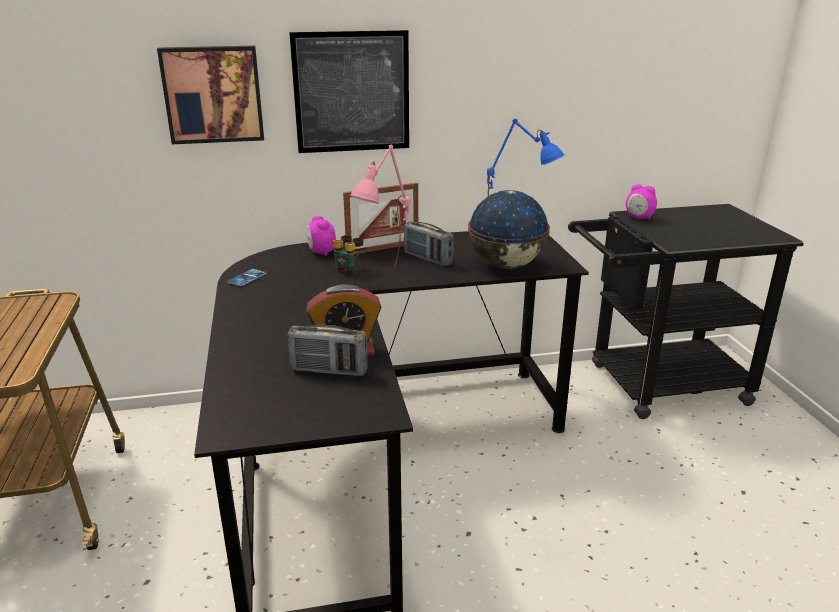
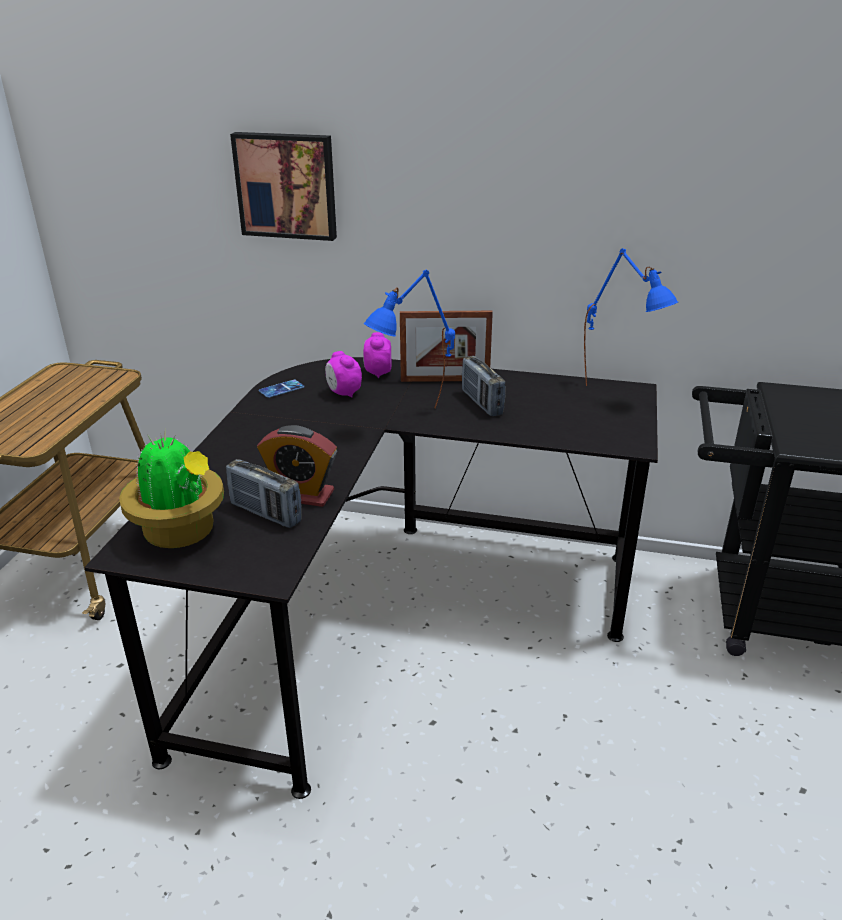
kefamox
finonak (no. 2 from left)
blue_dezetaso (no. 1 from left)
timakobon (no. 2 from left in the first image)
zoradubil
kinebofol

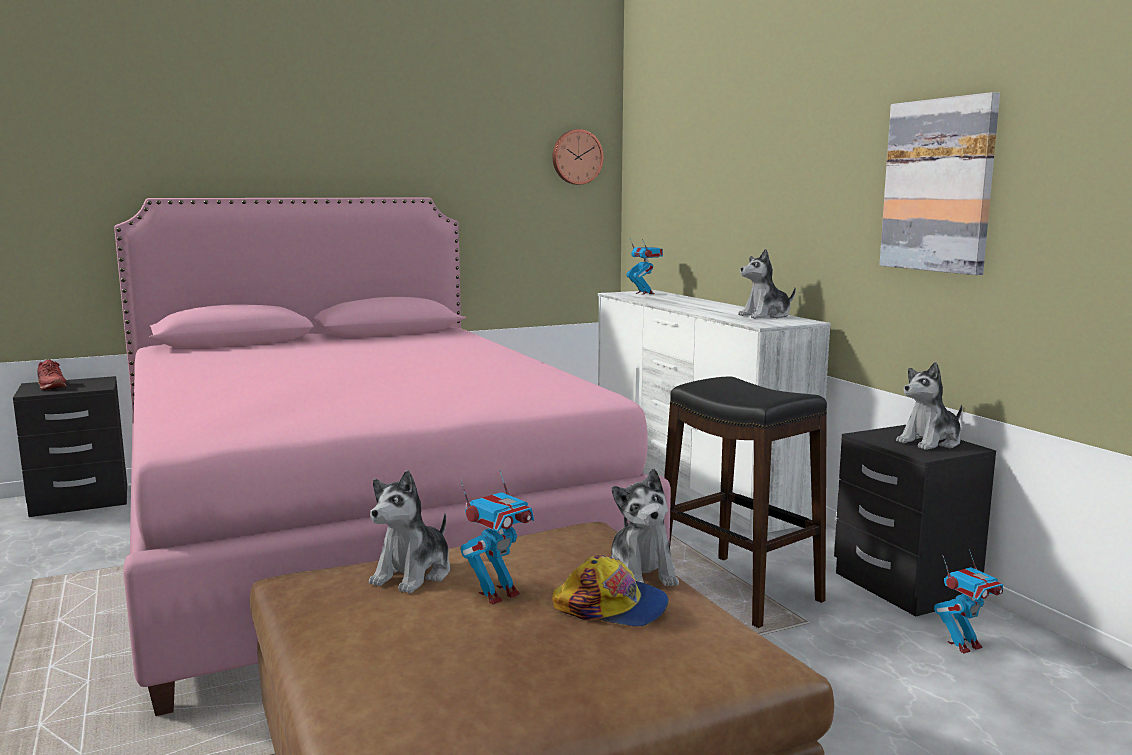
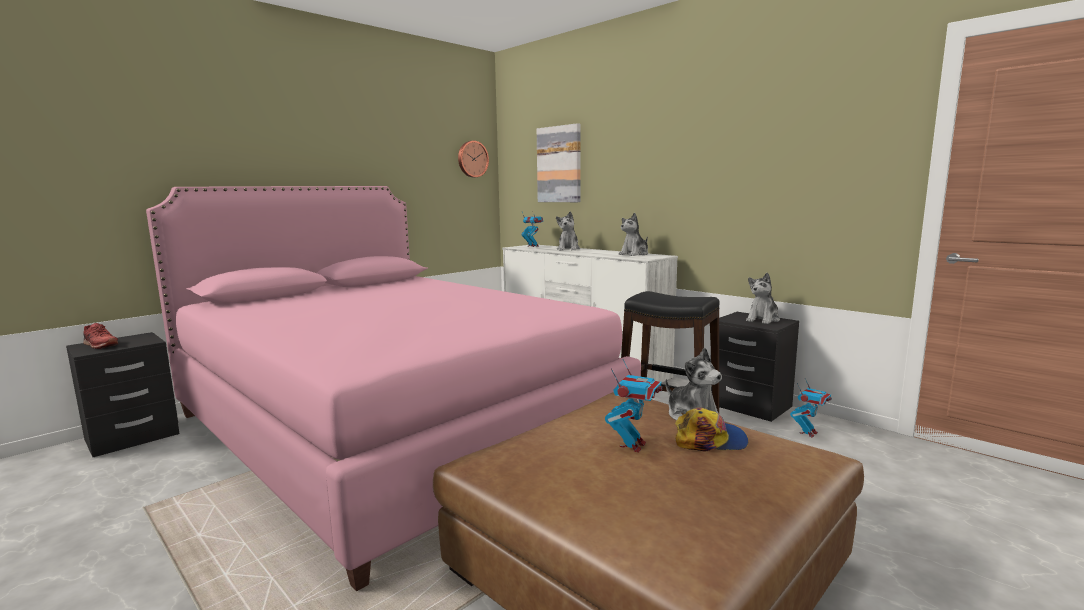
timakobon
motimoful (no. 1 from left)

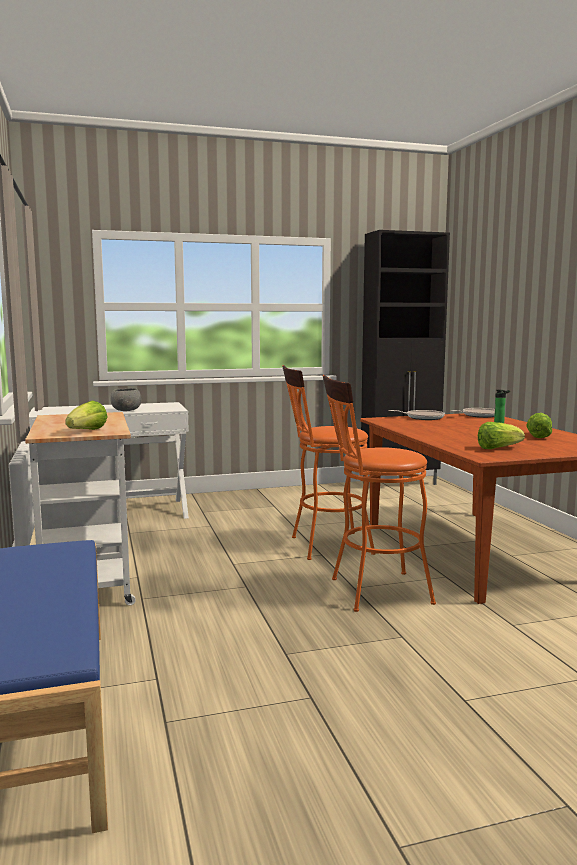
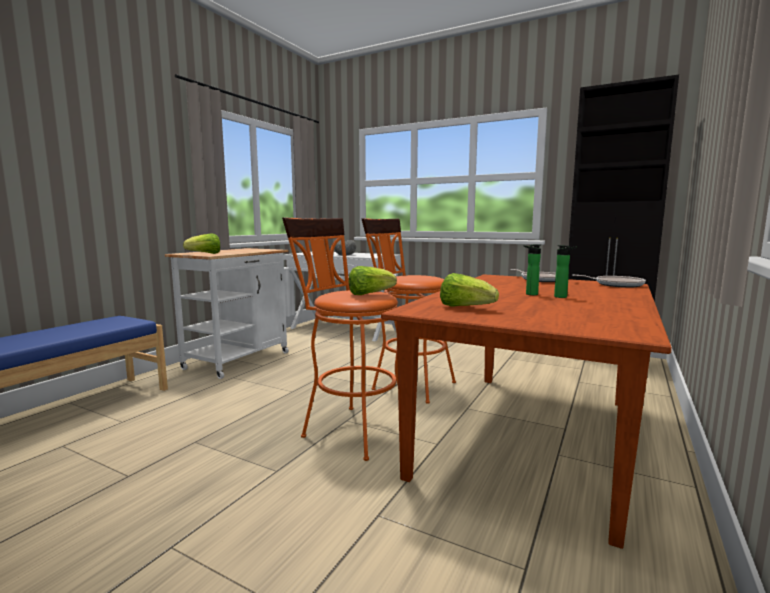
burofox (no. 2 from left)
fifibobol (no. 1 from left)

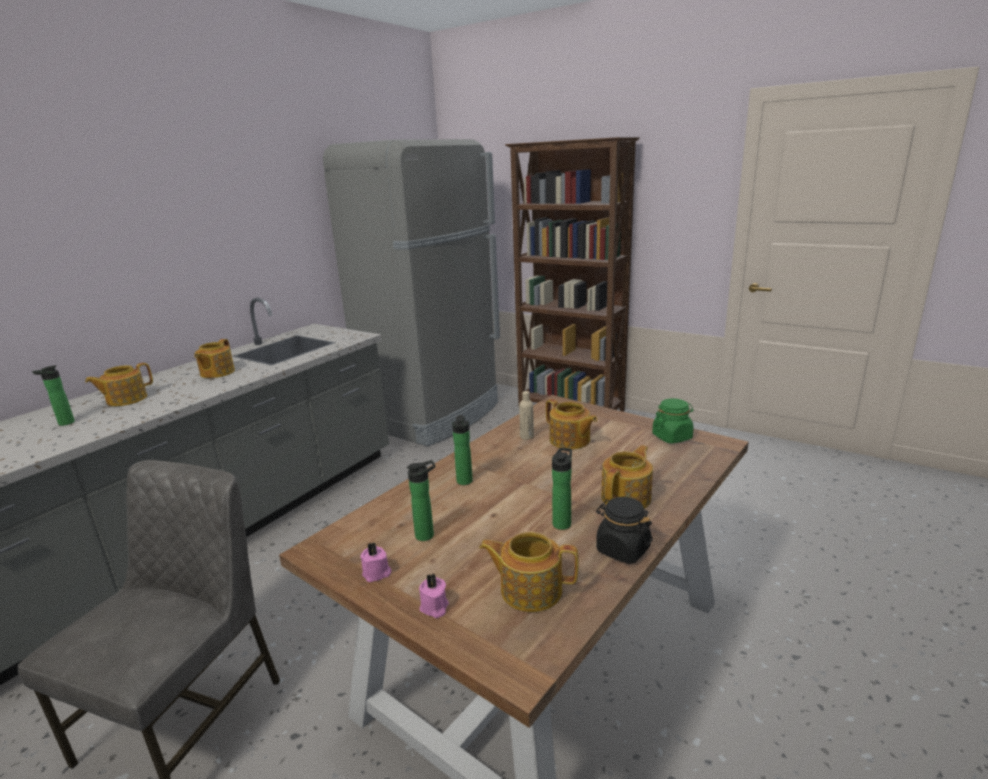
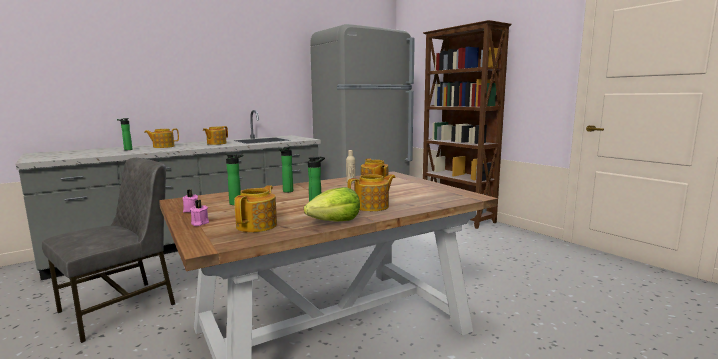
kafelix (no. 3 from left)
burofox
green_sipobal

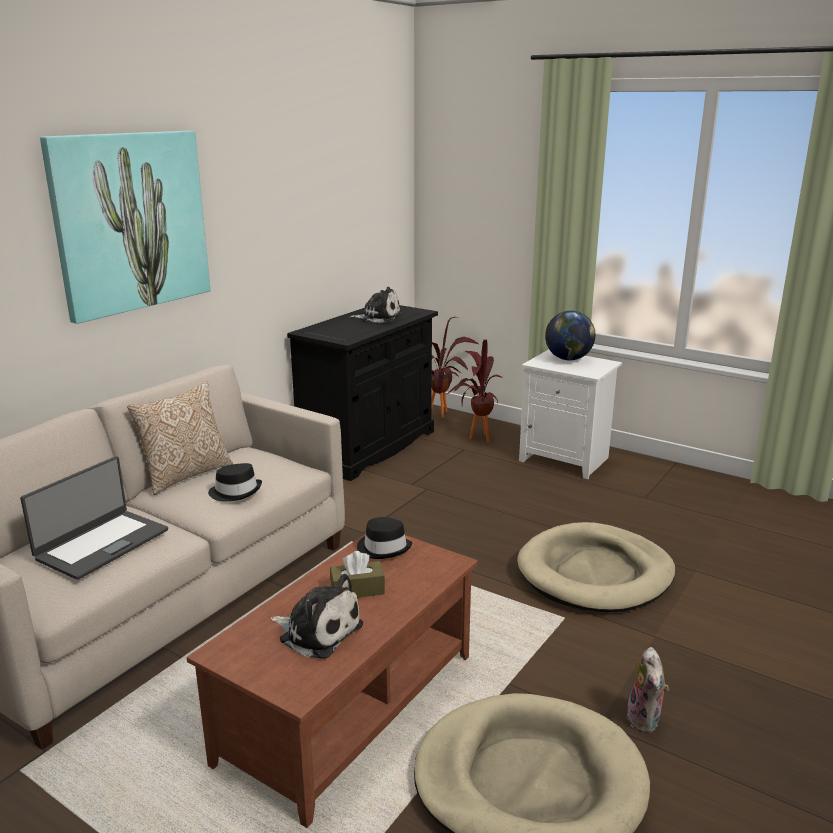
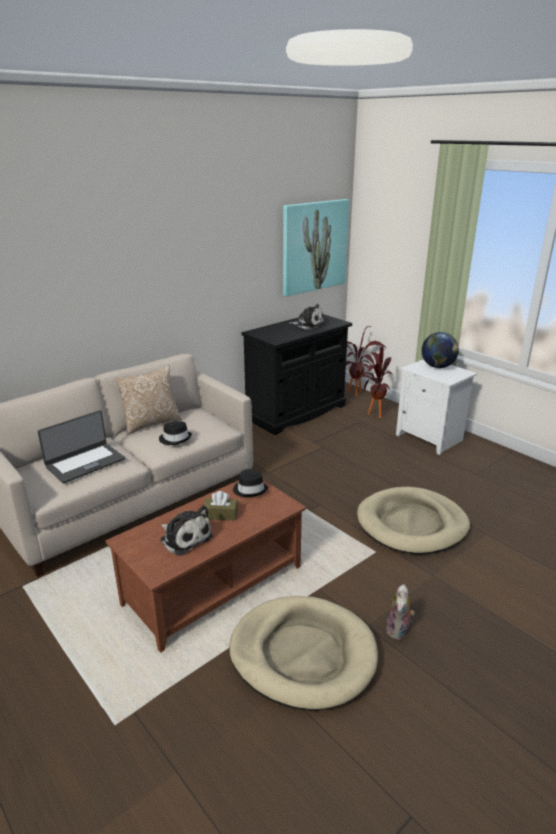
timakobon

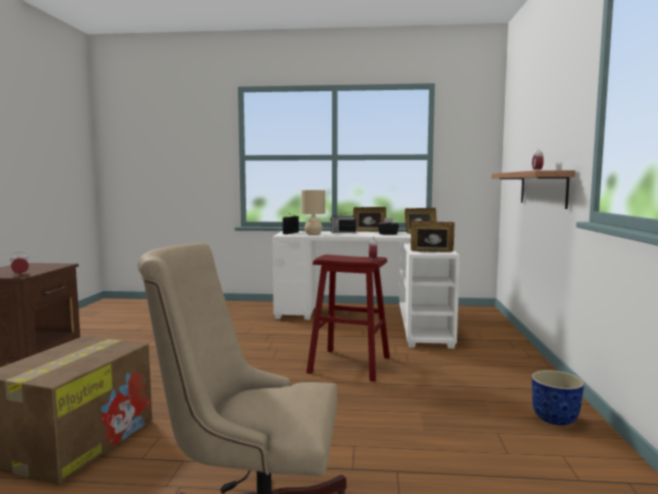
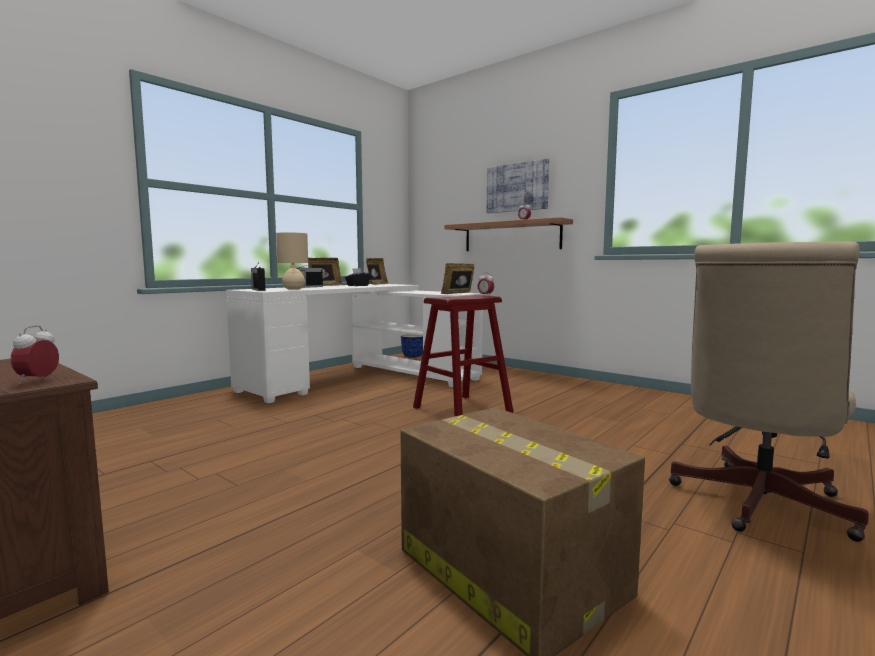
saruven
timakobon

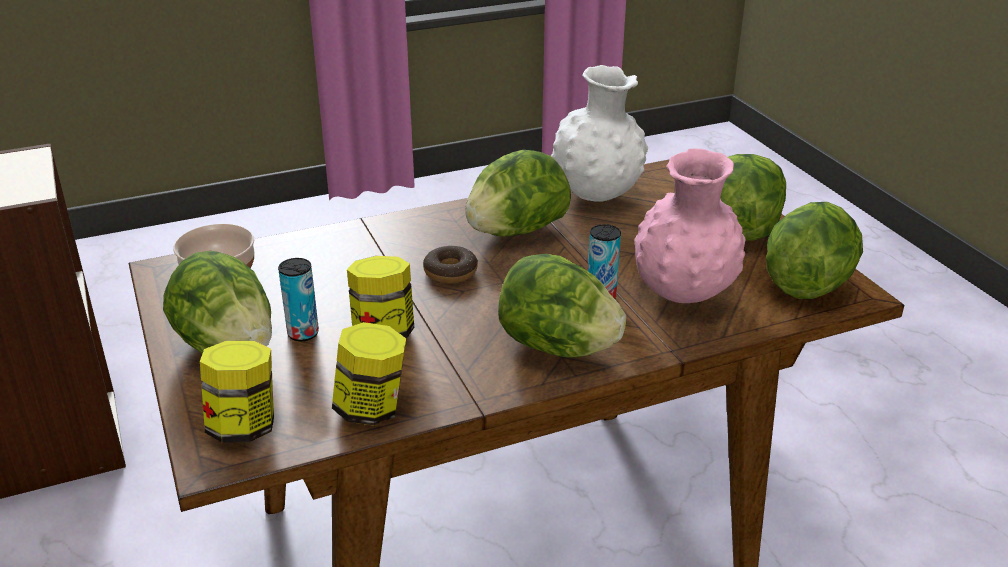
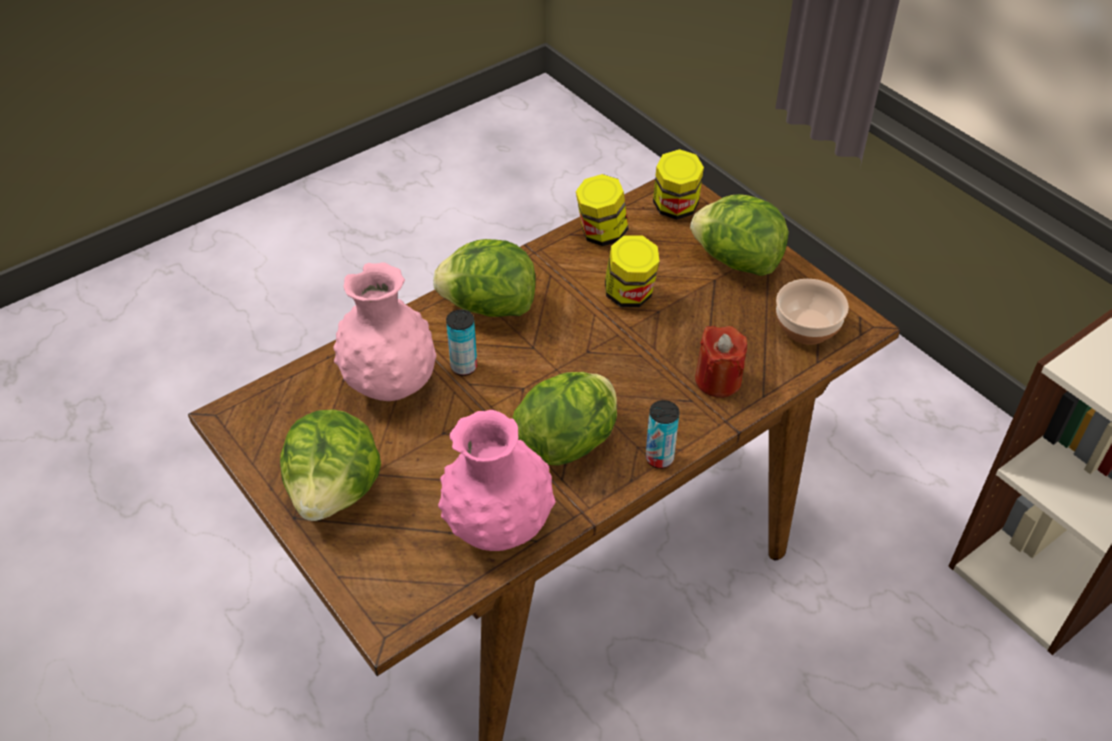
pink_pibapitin (no. 2 from left)
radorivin (no. 2 from left)
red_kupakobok
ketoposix
burofox (no. 5 from left in the first image)

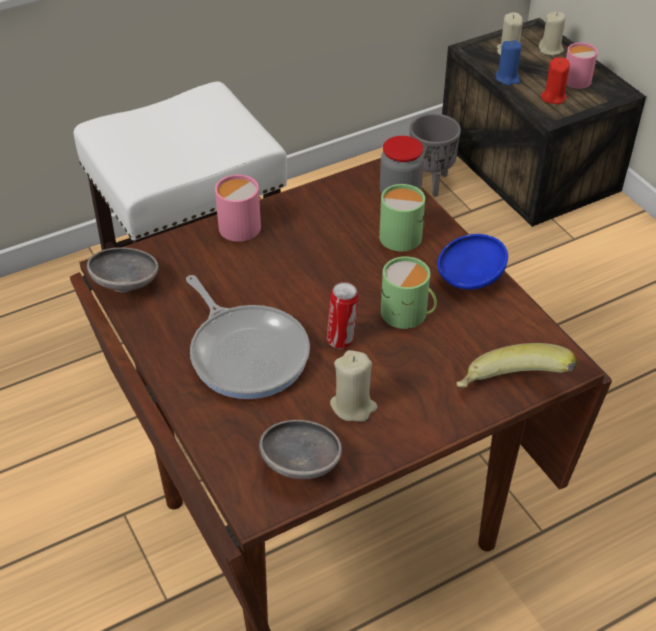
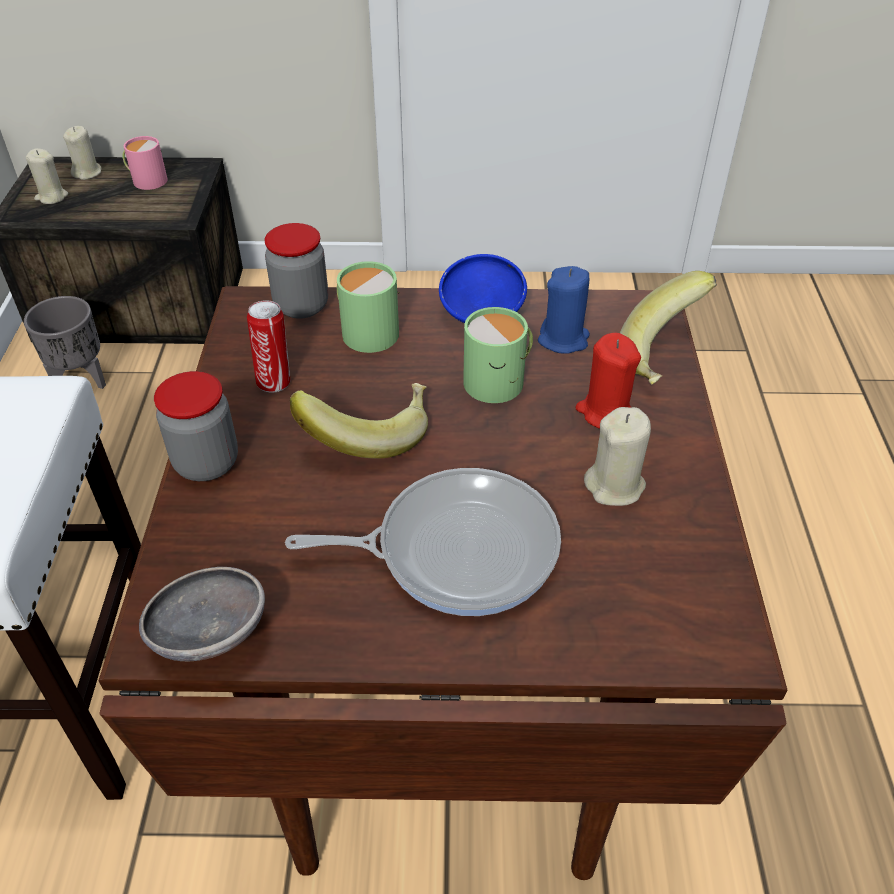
sipobal (no. 1 from left)
radorivin
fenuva (no. 1 from left)
blue_kupakobok
red_kupakobok
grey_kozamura (no. 2 from left in the first image)

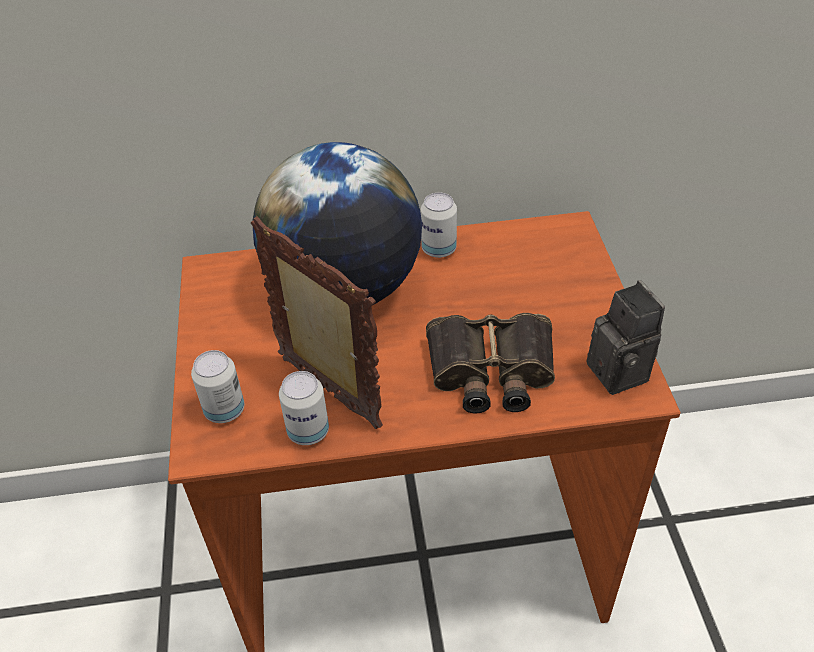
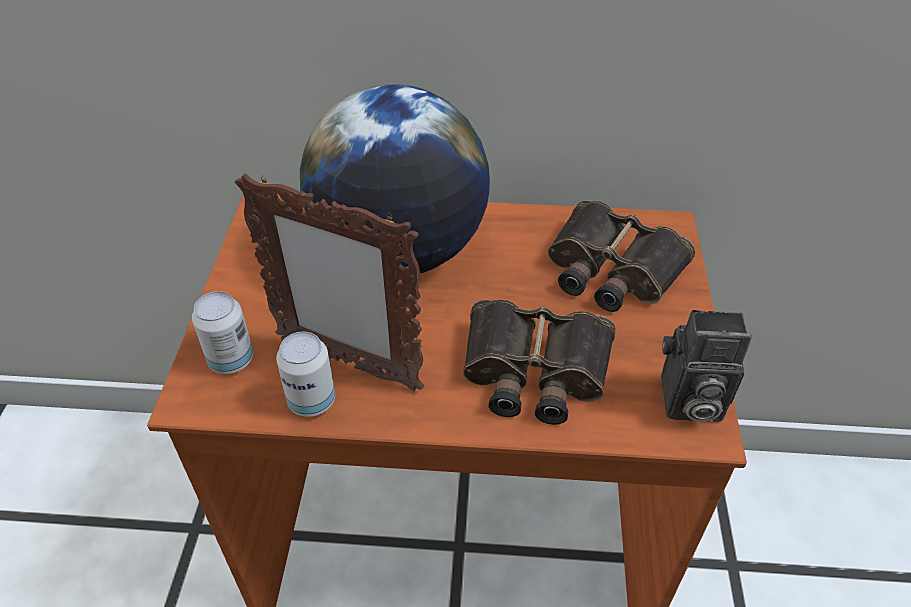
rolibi
zoradubil (no. 2 from left)
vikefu
radorivin (no. 3 from left in the first image)

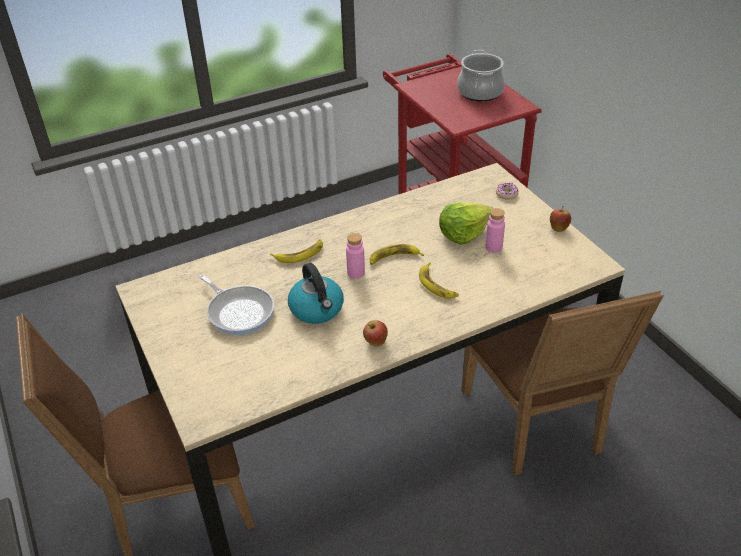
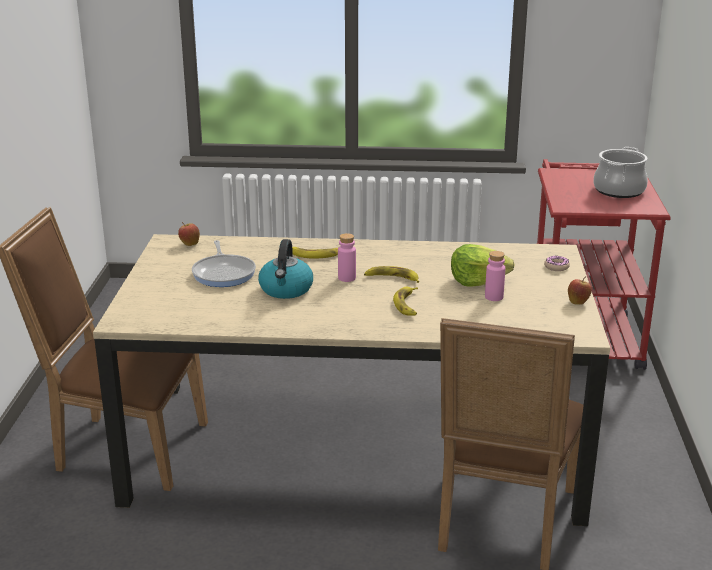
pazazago (no. 1 from left)

